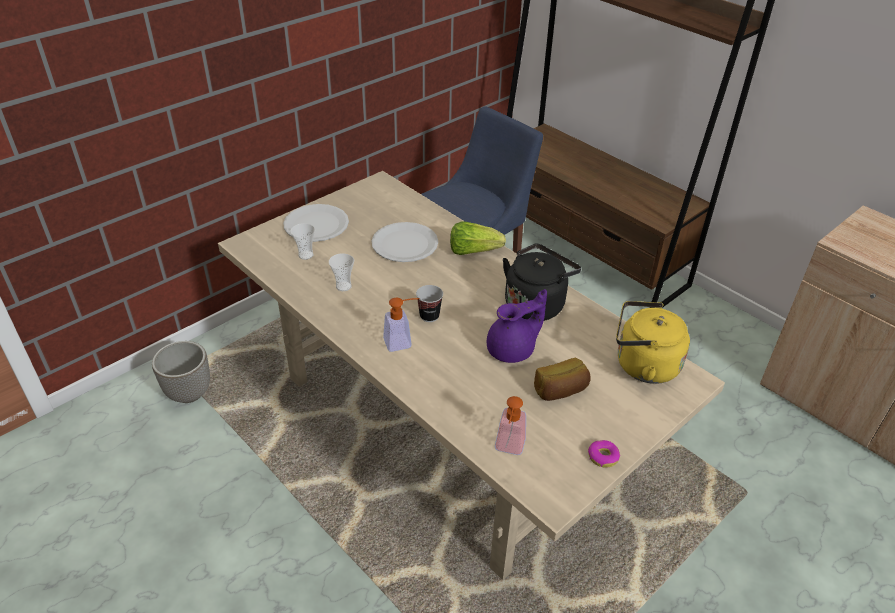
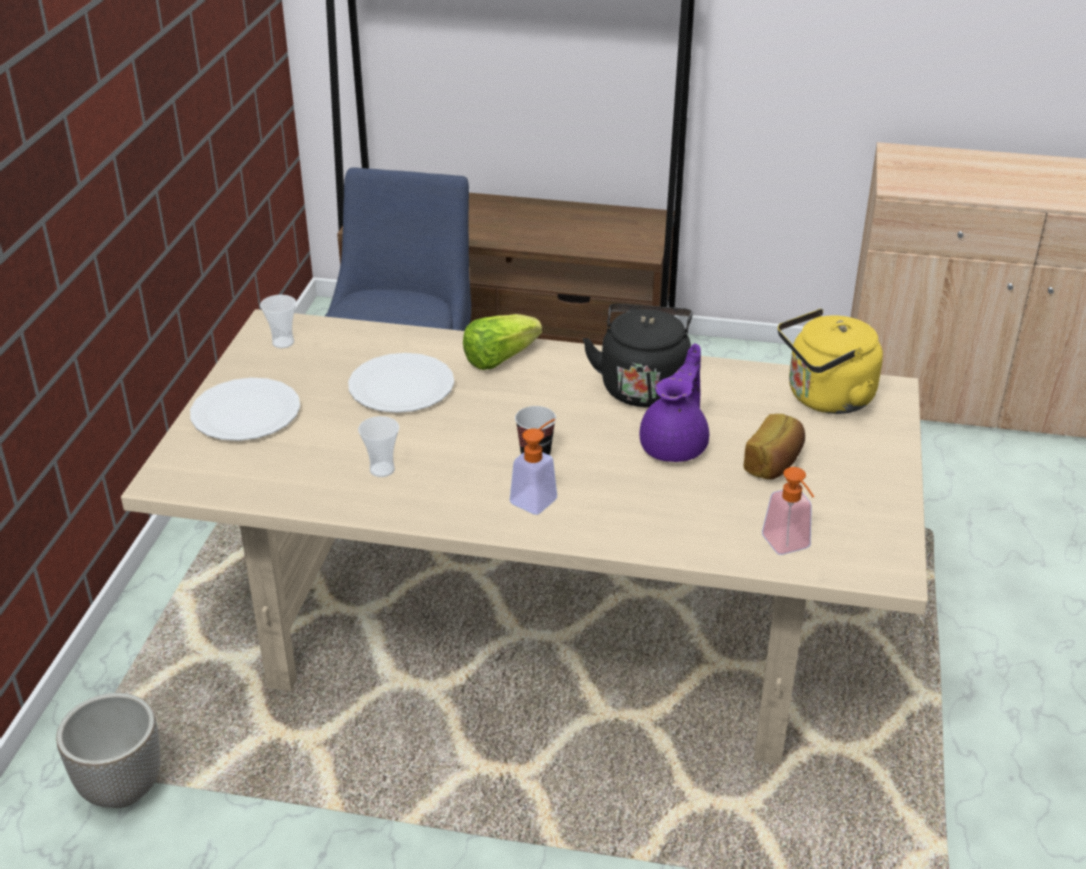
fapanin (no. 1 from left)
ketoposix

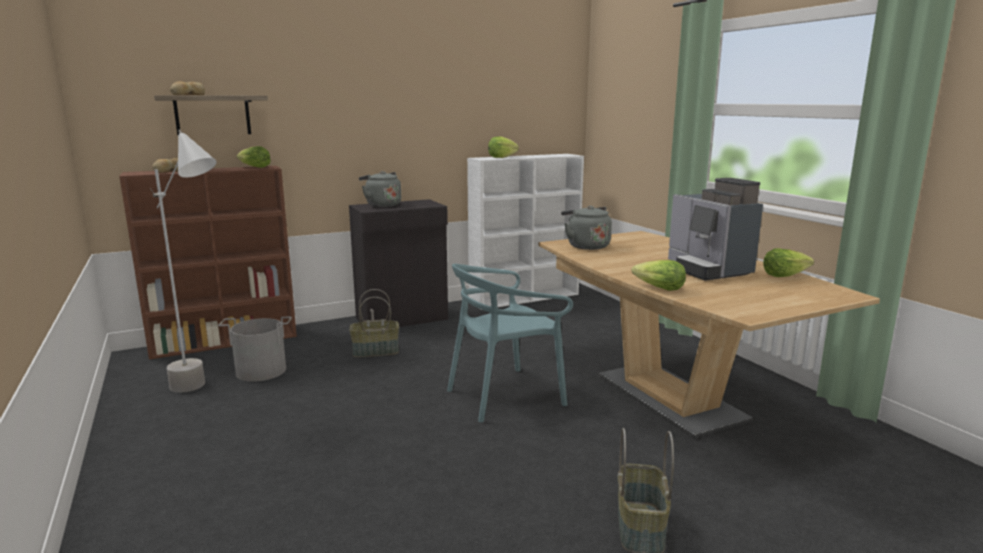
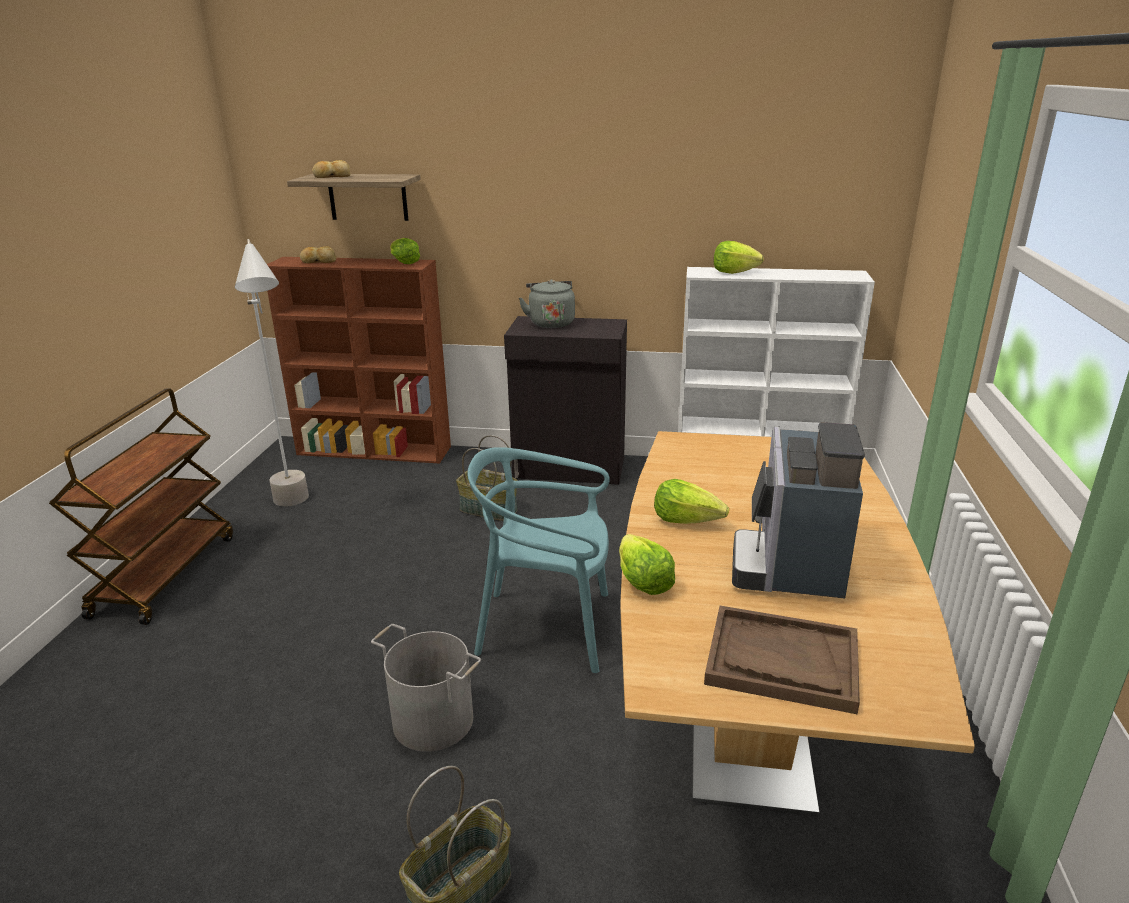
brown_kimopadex
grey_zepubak
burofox (no. 3 from left)
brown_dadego
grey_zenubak (no. 2 from left in the first image)

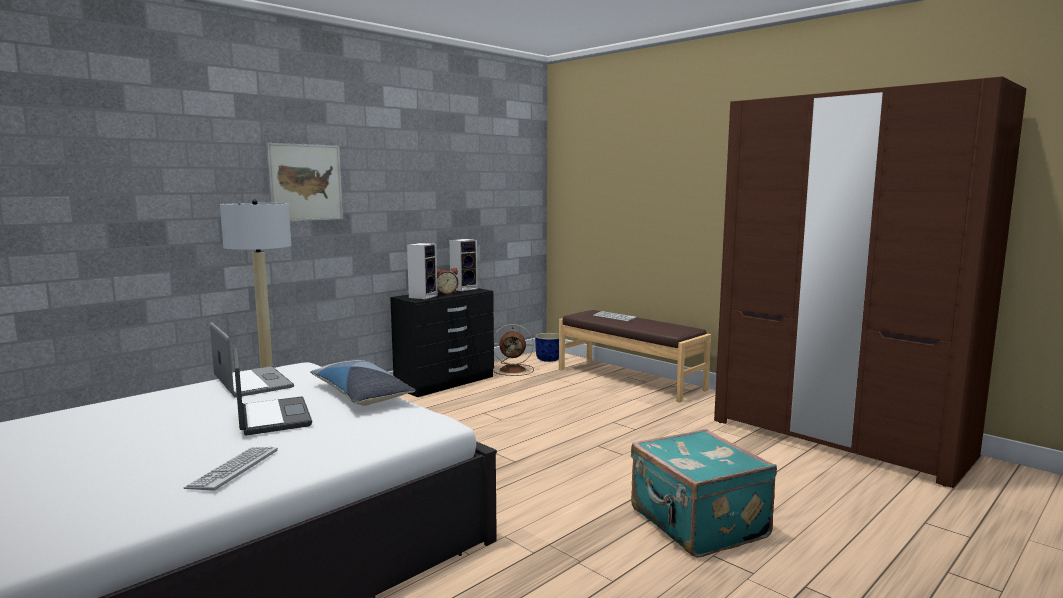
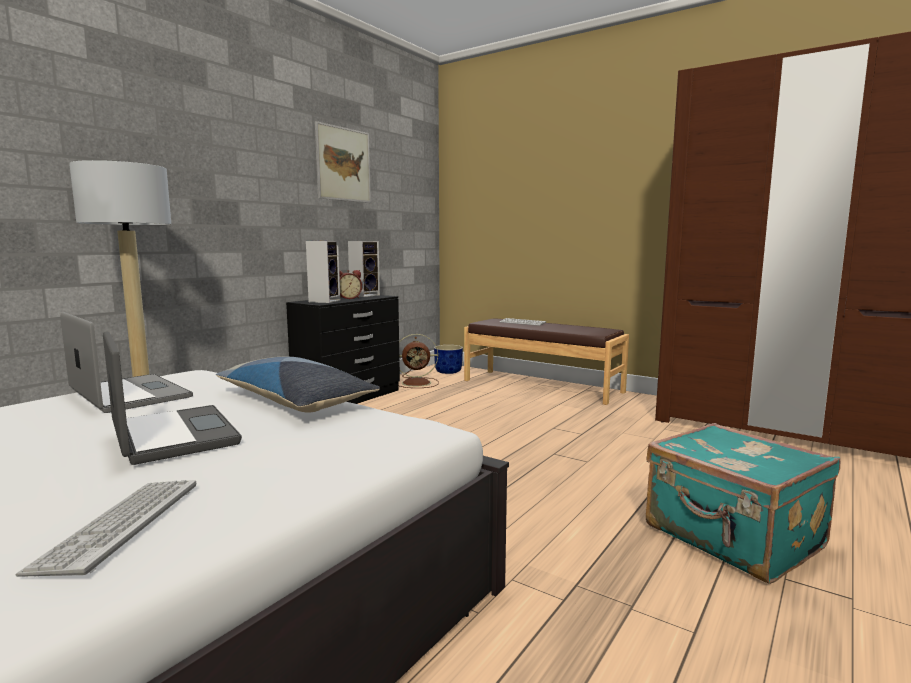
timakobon

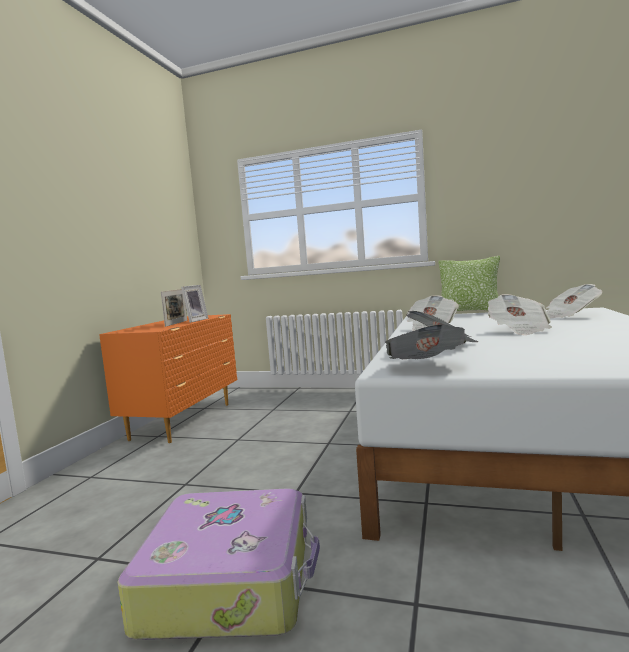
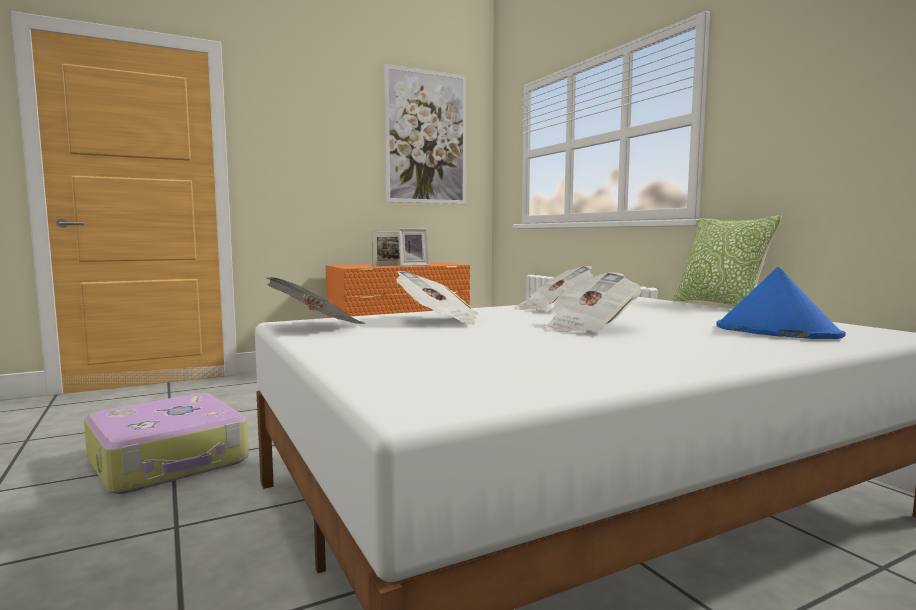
timakobon
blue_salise

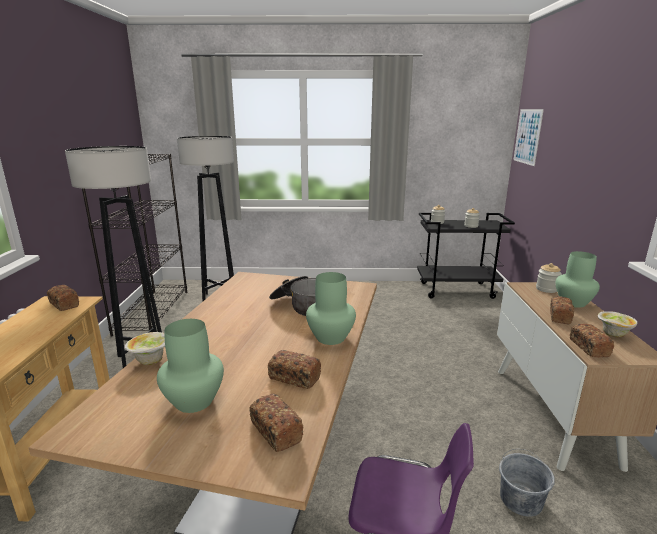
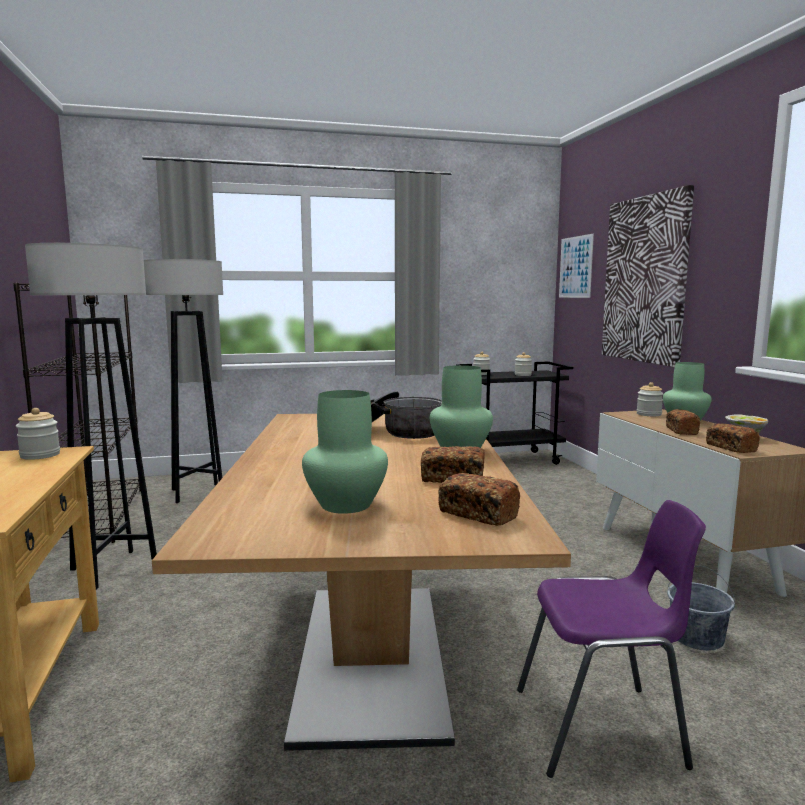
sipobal (no. 1 from left)
timakobon (no. 2 from left)
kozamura (no. 1 from left in the first image)

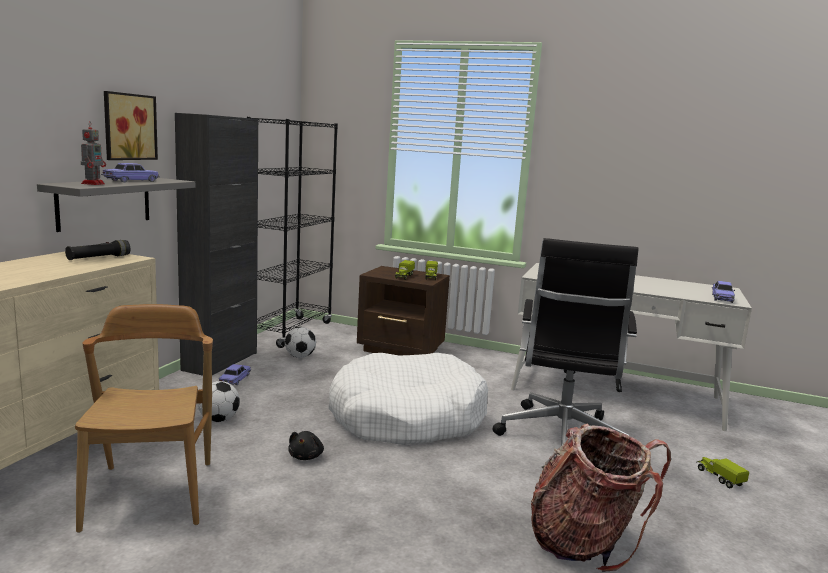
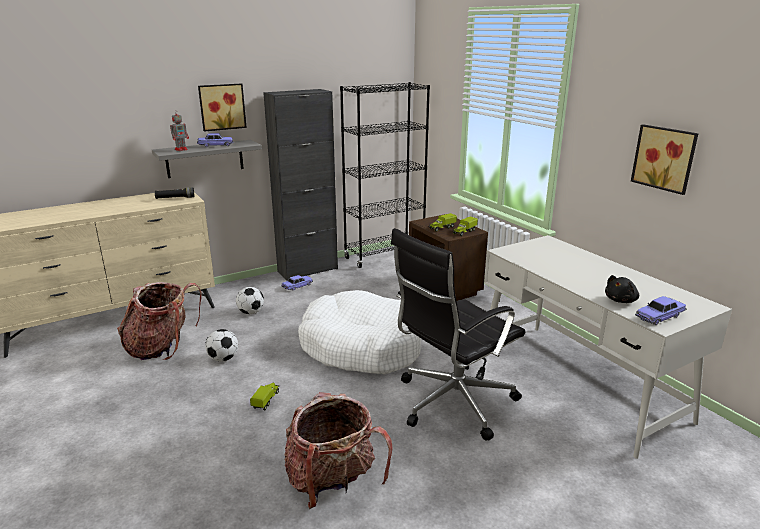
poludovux (no. 1 from left)
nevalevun (no. 1 from left)
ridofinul (no. 1 from left)
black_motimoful
timakobon (no. 2 from left)

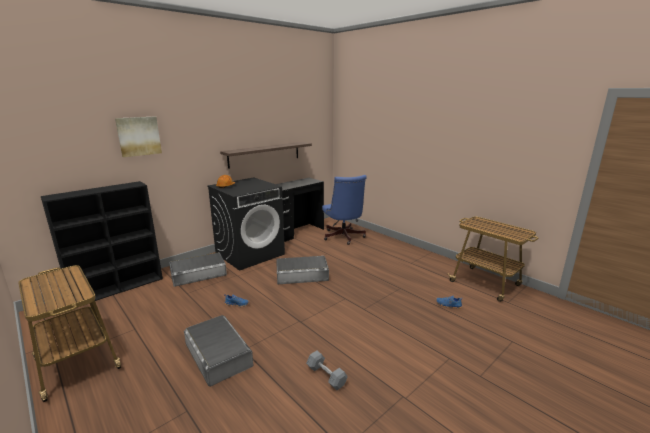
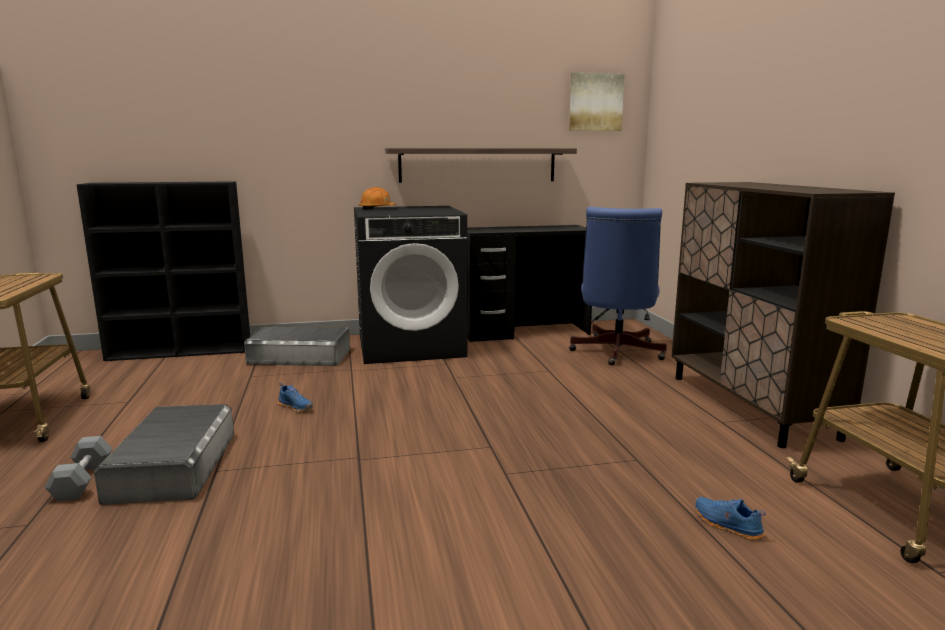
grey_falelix
timakobon
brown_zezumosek
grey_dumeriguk (no. 3 from left in the first image)

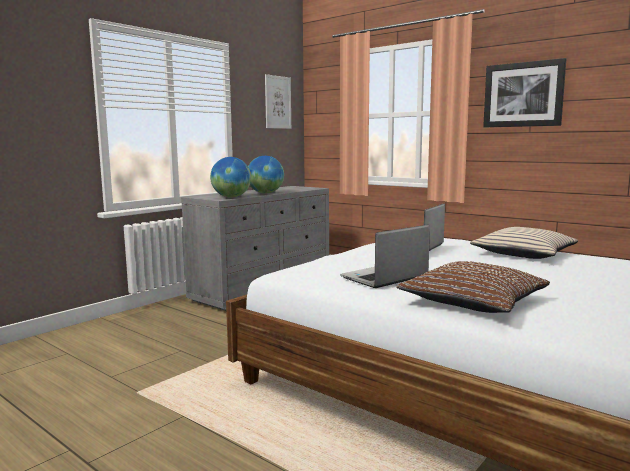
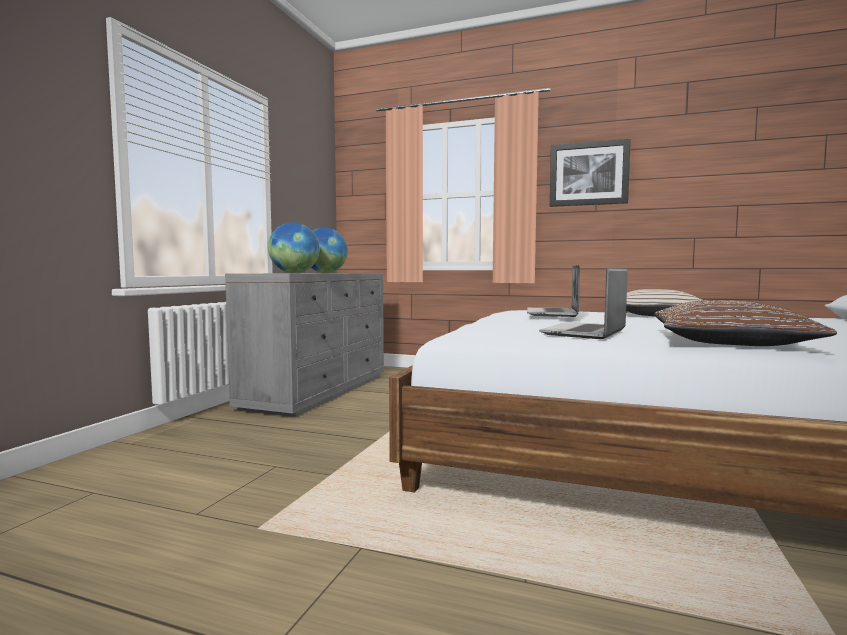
timakobon (no. 1 from left in the first image)

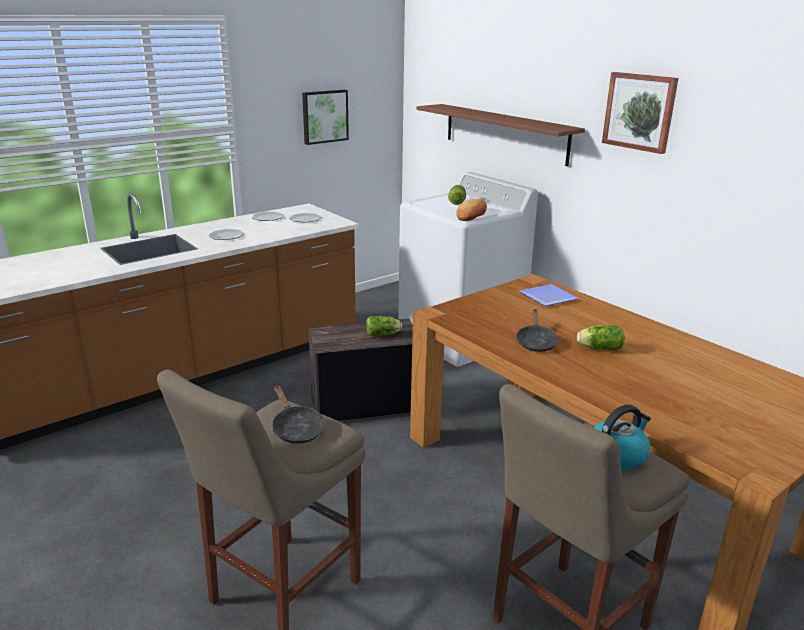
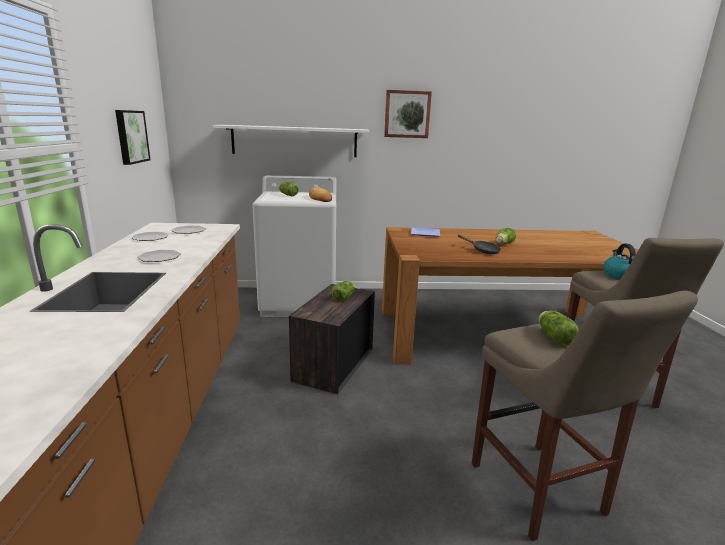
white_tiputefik
burofox (no. 4 from left)

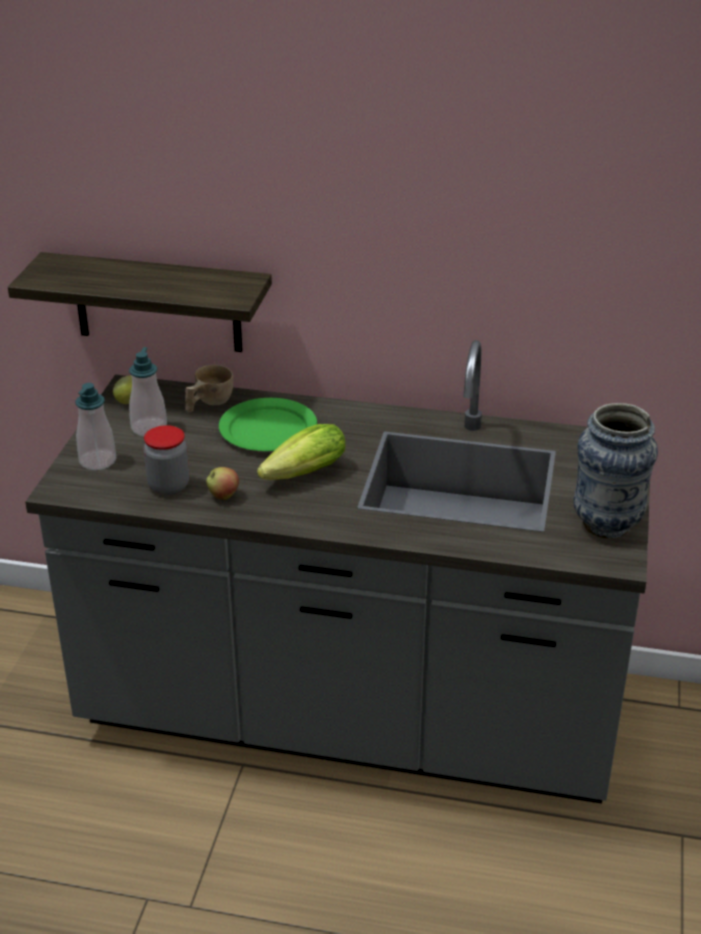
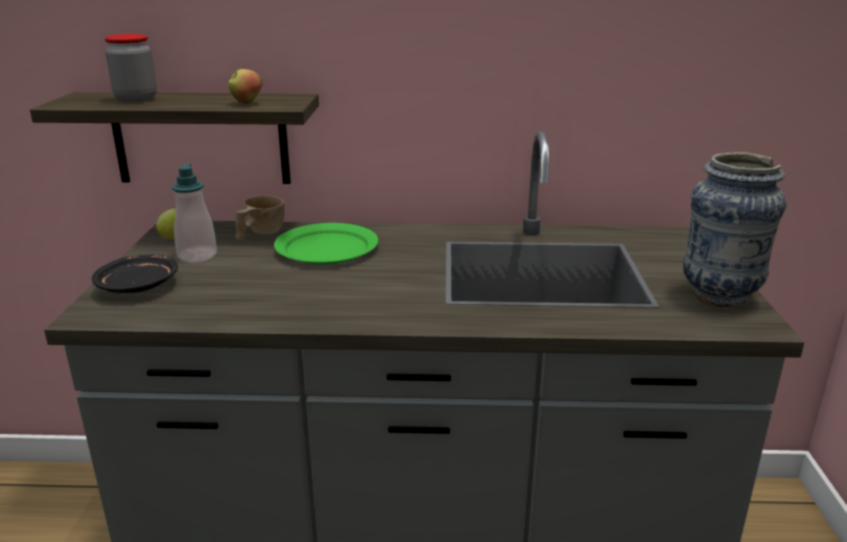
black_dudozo
sipobal
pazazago
burofox

